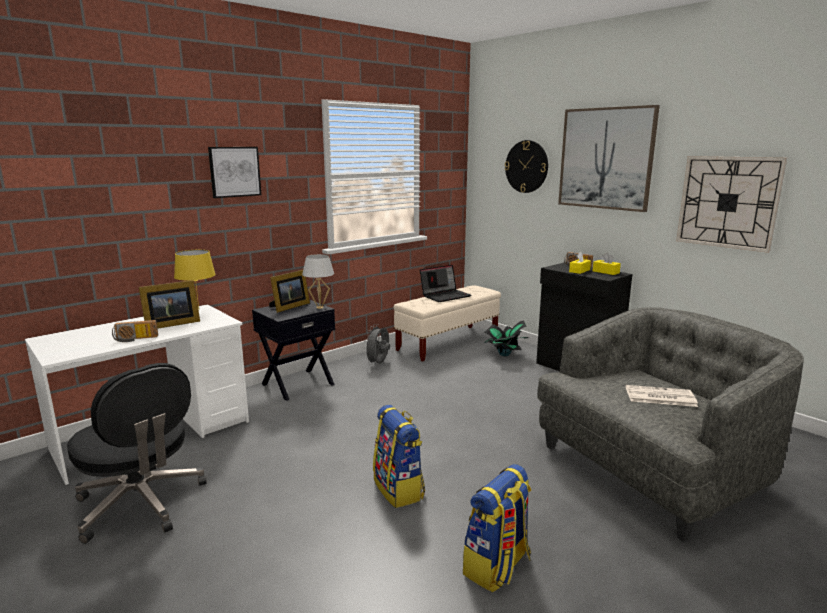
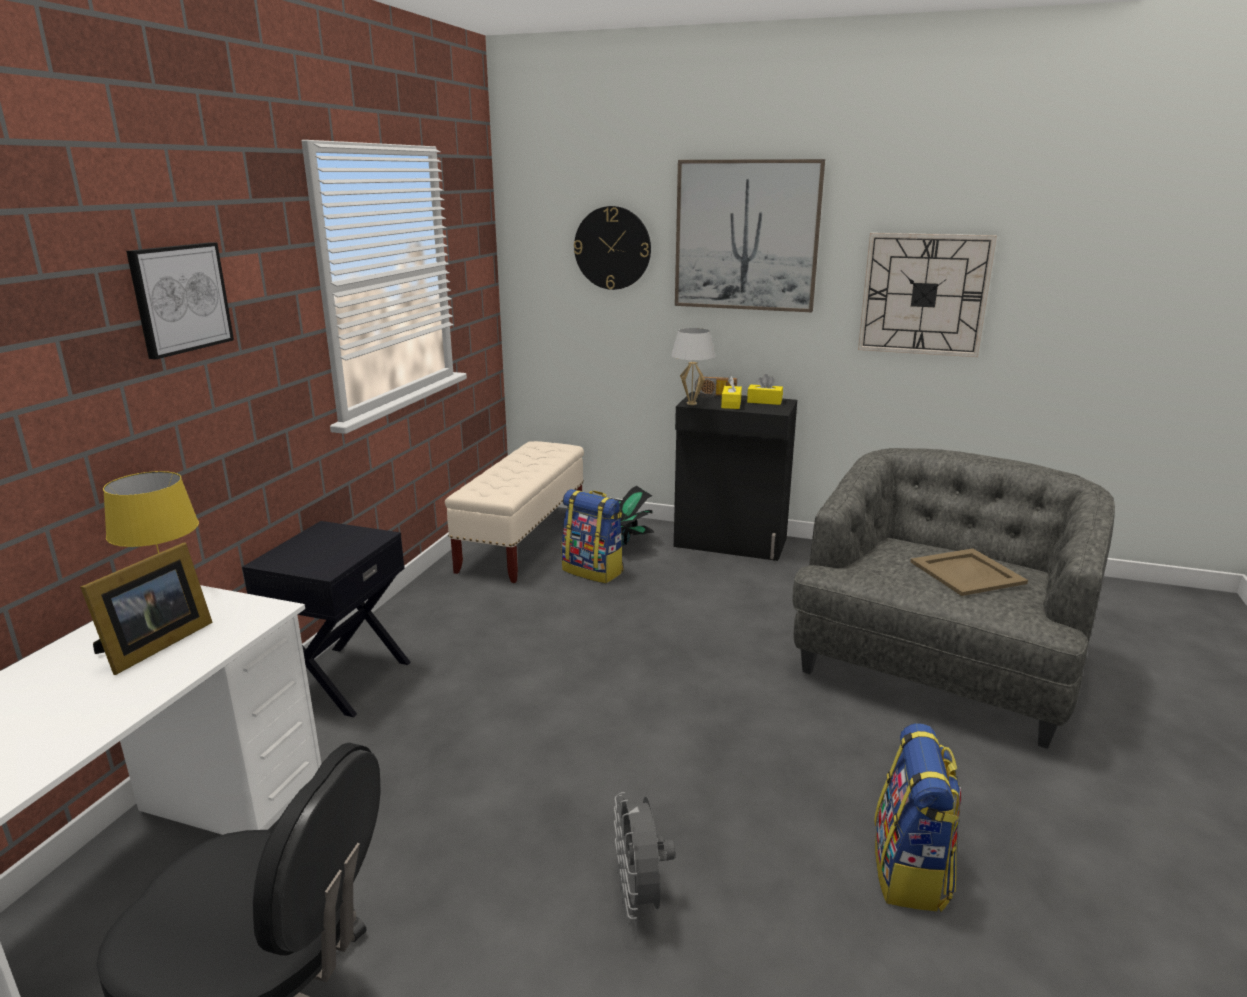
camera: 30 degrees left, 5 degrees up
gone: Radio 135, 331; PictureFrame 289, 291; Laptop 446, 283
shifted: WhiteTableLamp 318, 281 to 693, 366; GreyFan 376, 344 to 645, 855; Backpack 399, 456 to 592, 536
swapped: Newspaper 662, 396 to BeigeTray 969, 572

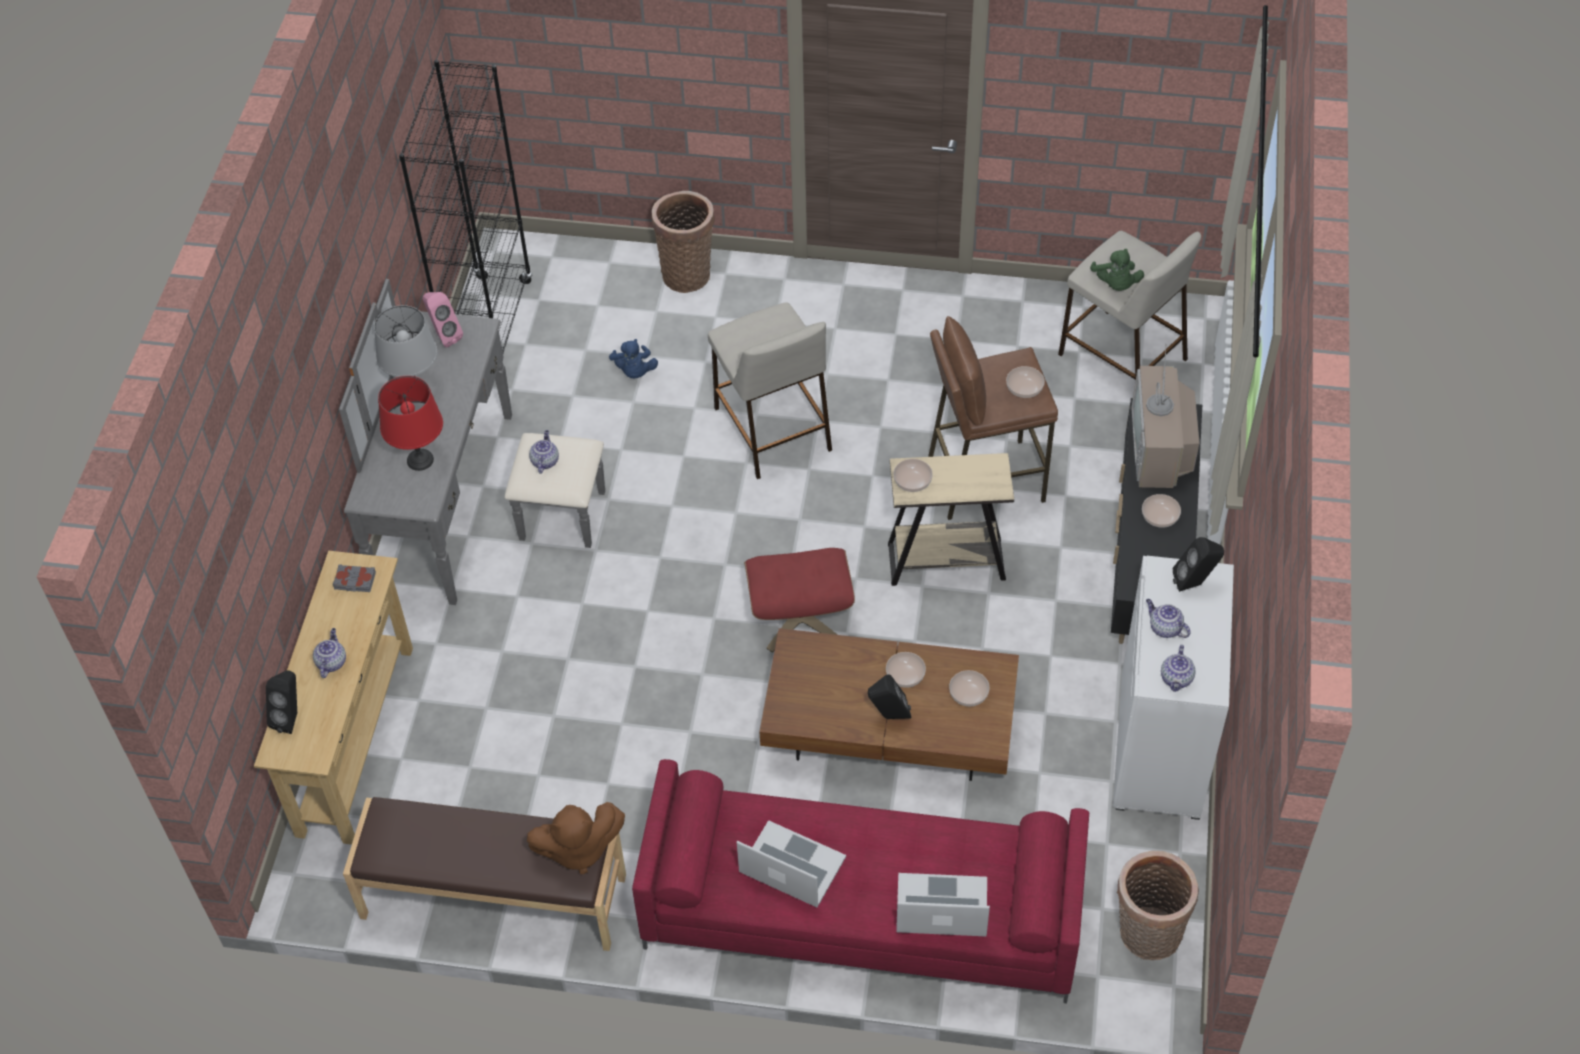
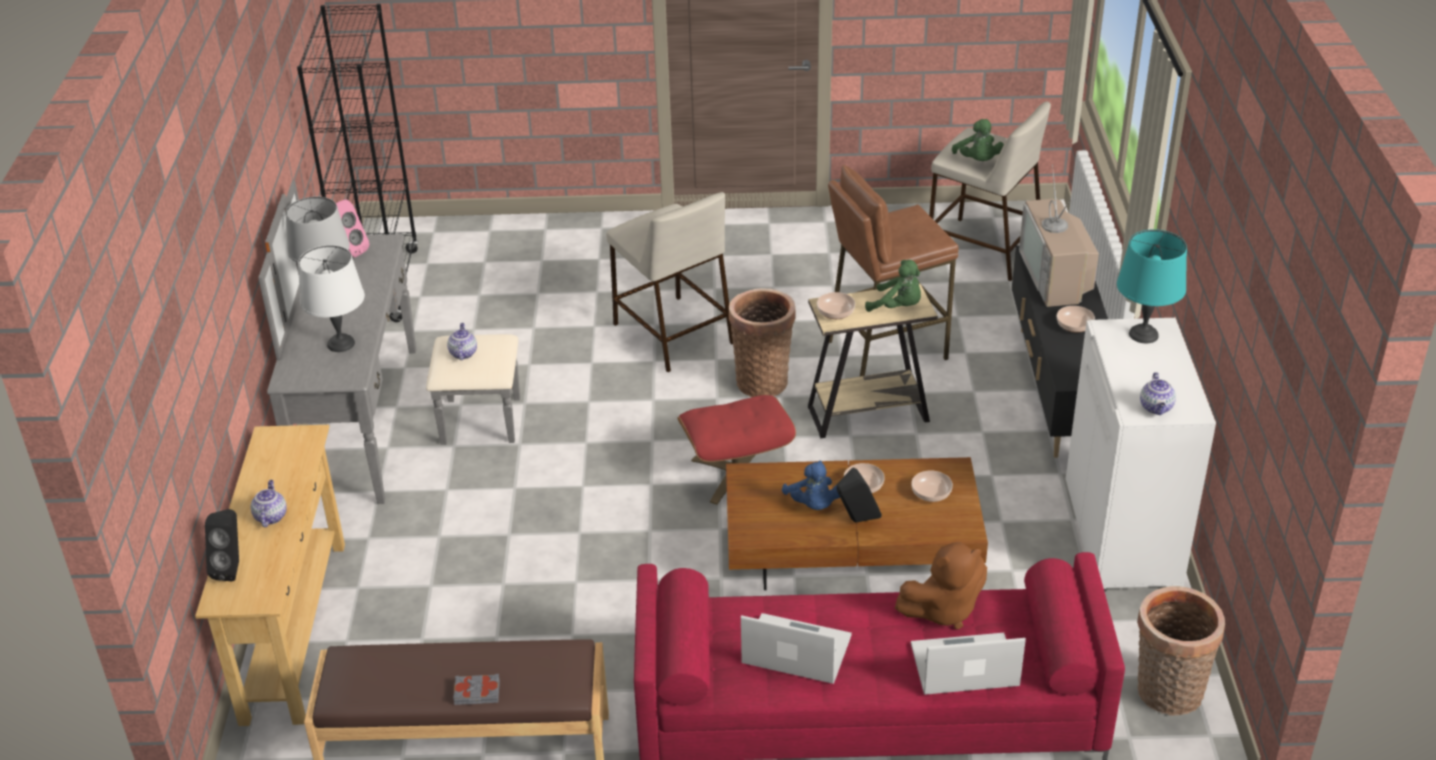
camera: 10 degrees left, 15 degrees down
gone: Bowl 1025, 382; Teapot 1168, 618
new: GreenPlushToy 893, 286
shifted: GreyBook 354, 578 to 476, 689; BrownPlushToy 576, 838 to 941, 586; BluePlushToy 633, 358 to 811, 485; Basket 683, 242 to 762, 342
swapped: BlackSpeaker 1198, 564 to TurquoiseTableLamp 1152, 286
repainted: RedTableLamp 410, 423 to WhiteTableLamp 331, 298

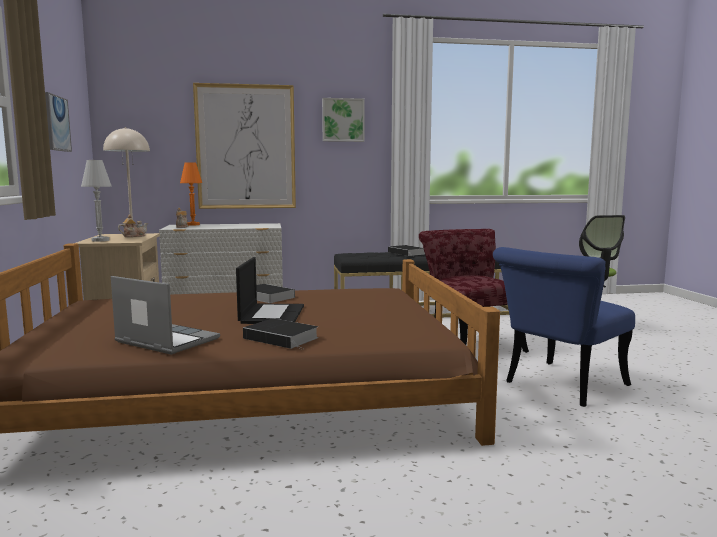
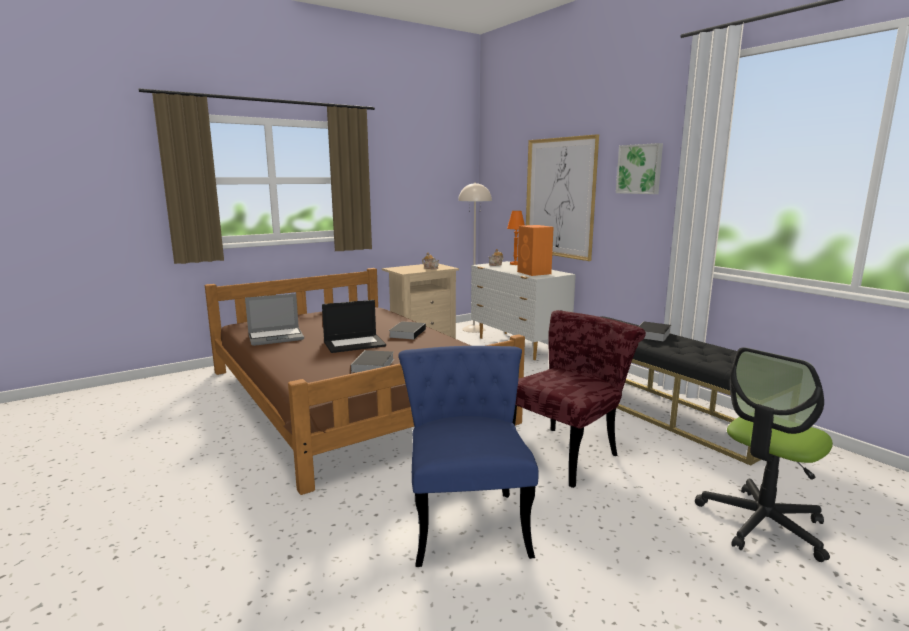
camera: 65 degrees right, 5 degrees up
gone: Picture 58, 122; WhiteTableLamp 96, 201
new: OrangeSpeaker 535, 250
shifted: Book 280, 334 to 372, 362
rotated: Laptop 165, 315 = 274, 319 60 degrees clockwise; BlueChair 564, 327 = 469, 456 60 degrees clockwise

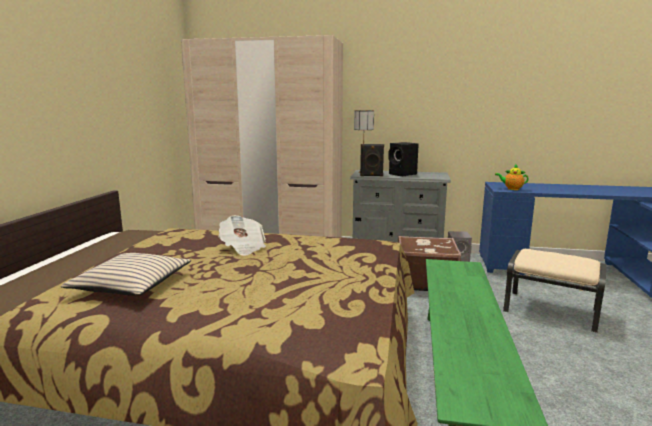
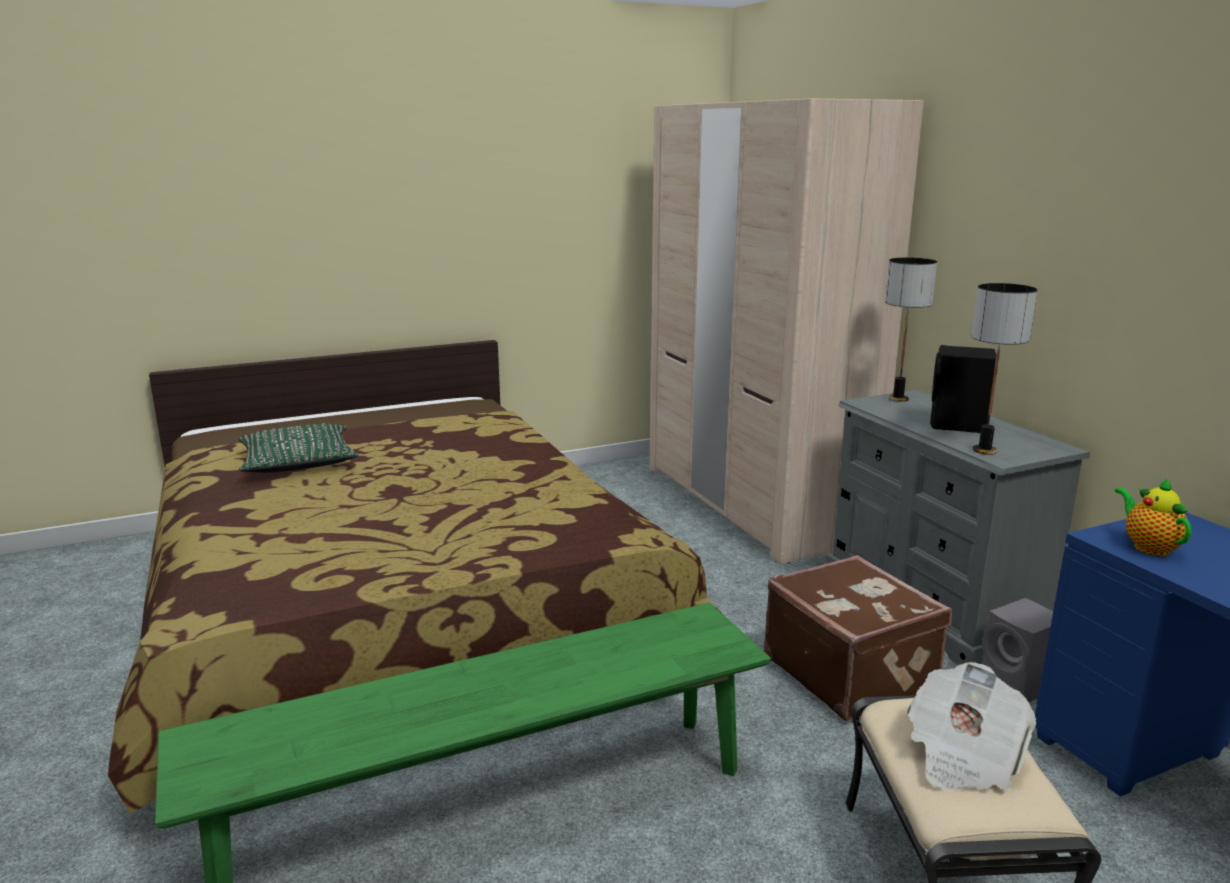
camera: 55 degrees right, 5 degrees up
gone: BlackSpeaker 372, 160
new: TableLamp 1005, 369
shifted: Newspaper 242, 235 to 972, 726
repainted: BeigePillow 126, 274 to GreenPillow 299, 448

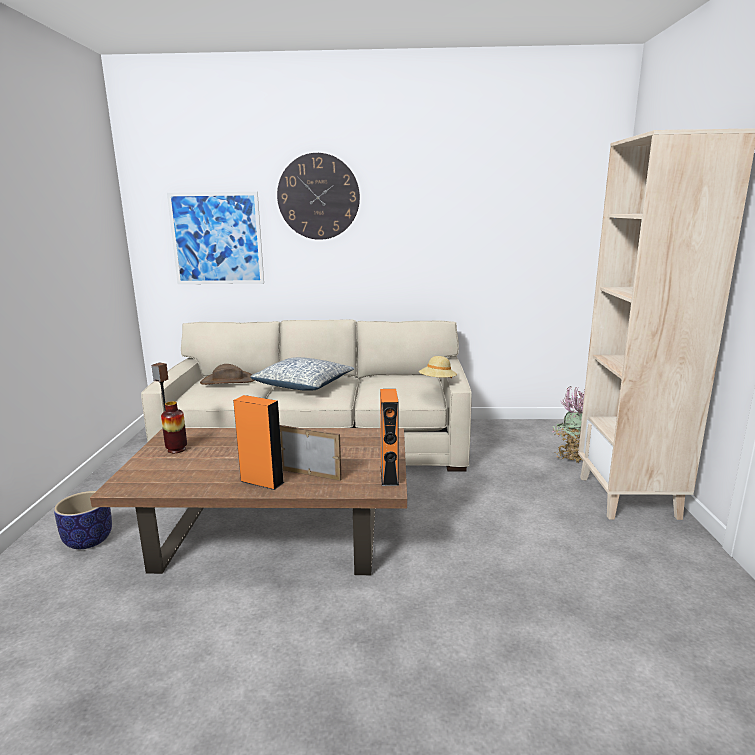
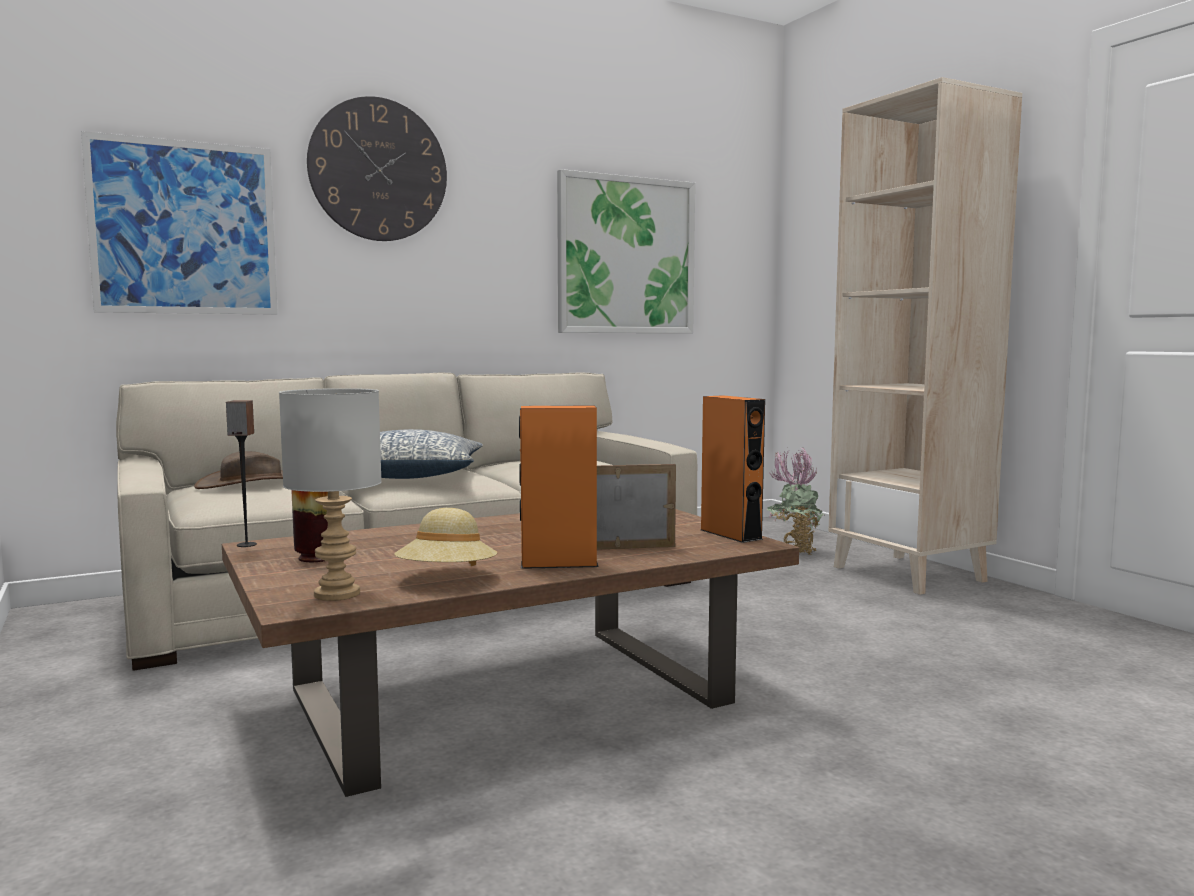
camera: 30 degrees left, 10 degrees down
gone: Planter 83, 520
new: GreyTableLamp 330, 494; Picture 626, 251
shifted: BeigeHat 438, 367 to 445, 537

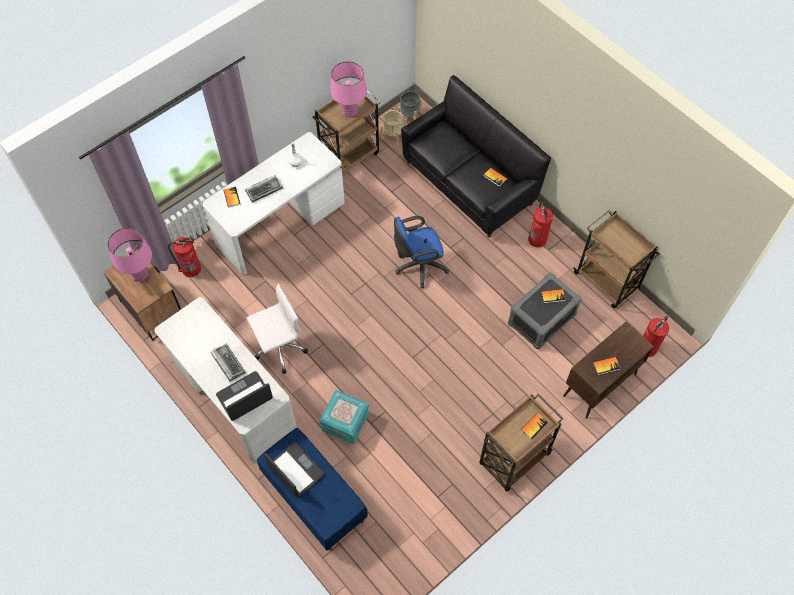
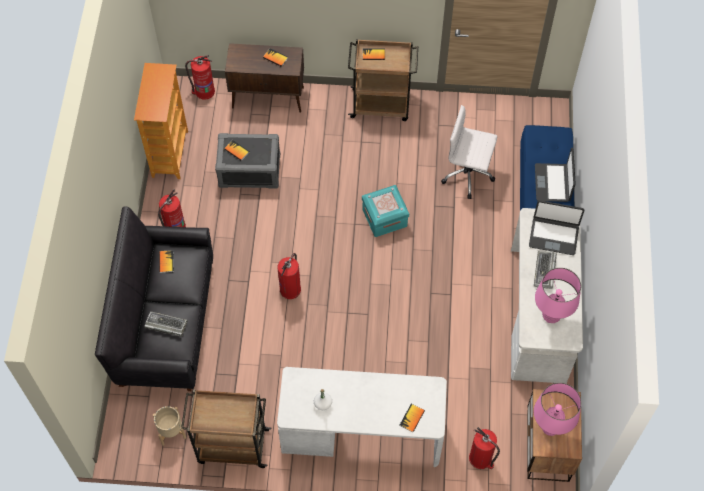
camera: 135 degrees left, 0 degrees up
gone: GreyPlanter 410, 105
shifted: Keyboard 264, 189 to 166, 324; WhiteOfficeChair 277, 329 to 469, 152; TurquoiseStorageBox 344, 417 to 385, 211; PinkTableLamp 348, 89 to 558, 295
swapped: BlueOfficeChair 421, 252 to FireExtinguisher 289, 276; BrownCart 616, 259 to Bookcase 161, 121

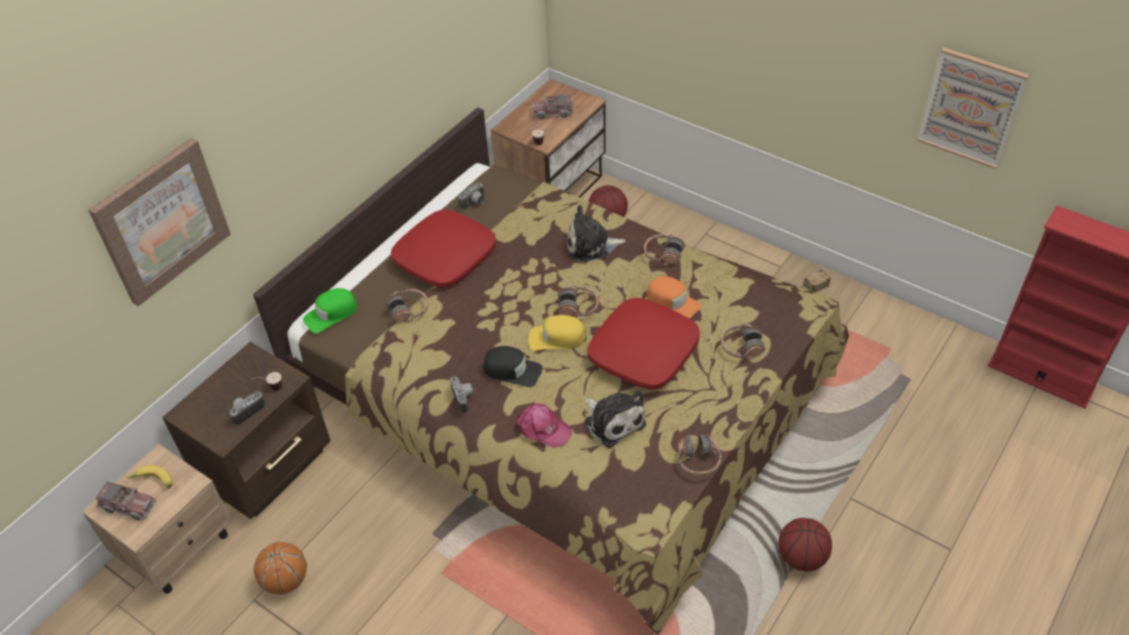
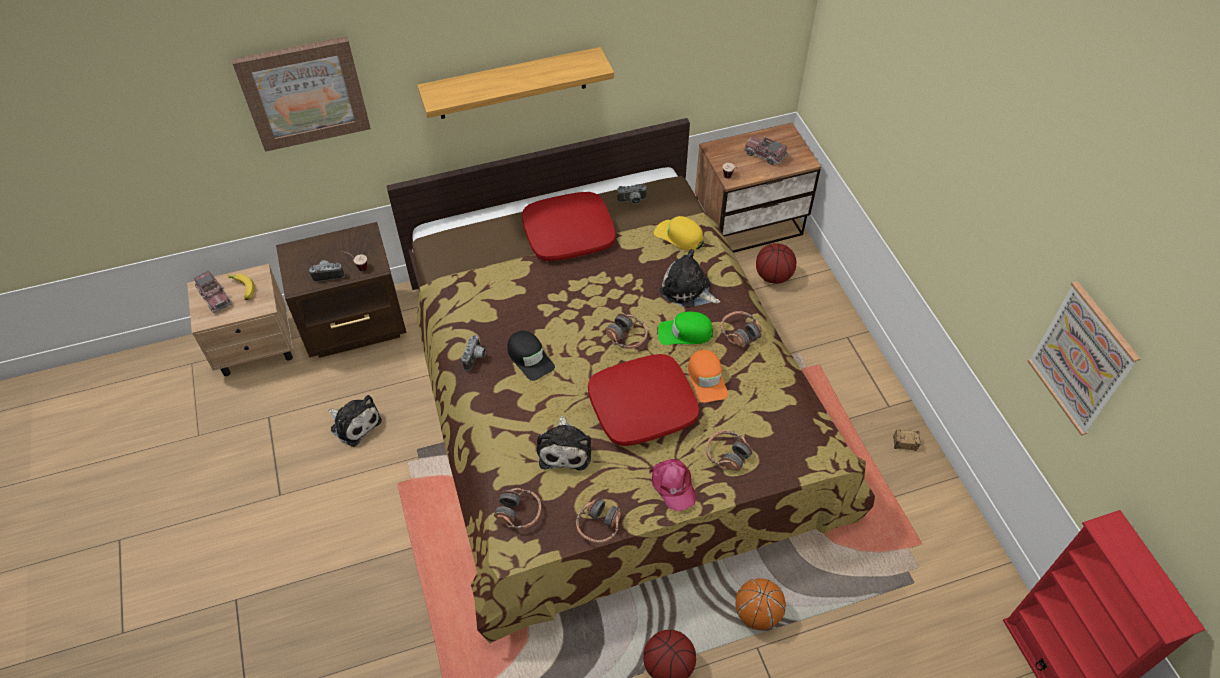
camera: 35 degrees right, 5 degrees up
new: PlushToy 355, 421; Shelf 515, 83
shifted: Basketball 280, 568 to 761, 604; GreenCap 330, 310 to 685, 328; Headphones 407, 305 to 517, 508; PinkCap 543, 426 to 673, 485; YellowCap 557, 333 to 679, 233

